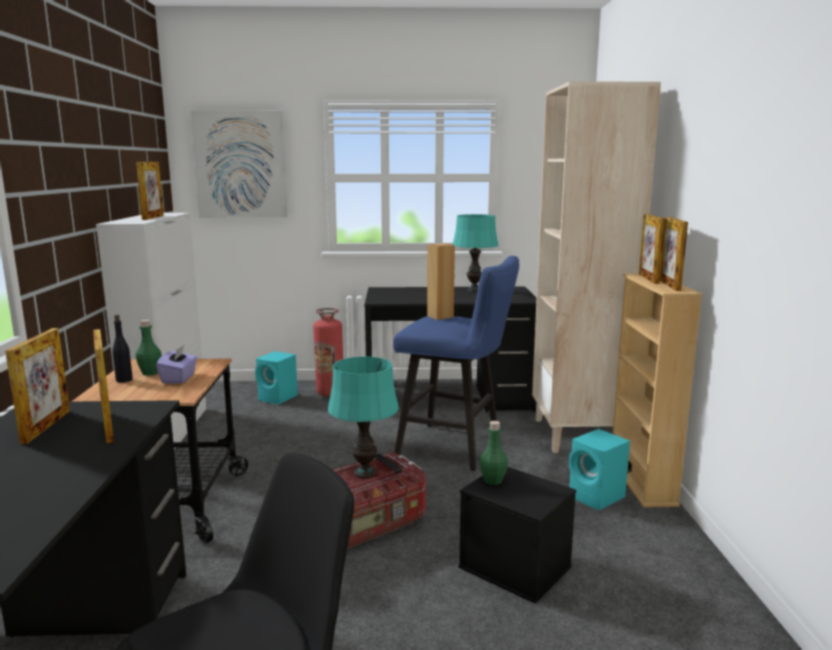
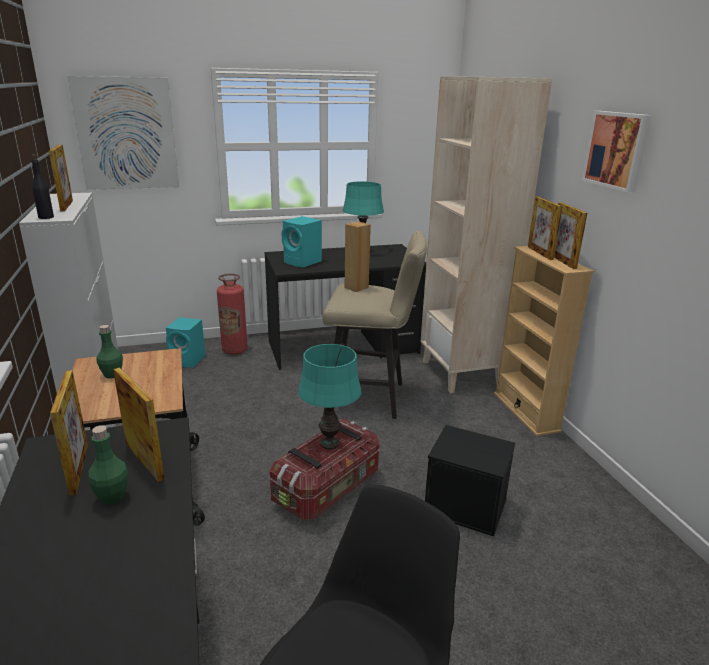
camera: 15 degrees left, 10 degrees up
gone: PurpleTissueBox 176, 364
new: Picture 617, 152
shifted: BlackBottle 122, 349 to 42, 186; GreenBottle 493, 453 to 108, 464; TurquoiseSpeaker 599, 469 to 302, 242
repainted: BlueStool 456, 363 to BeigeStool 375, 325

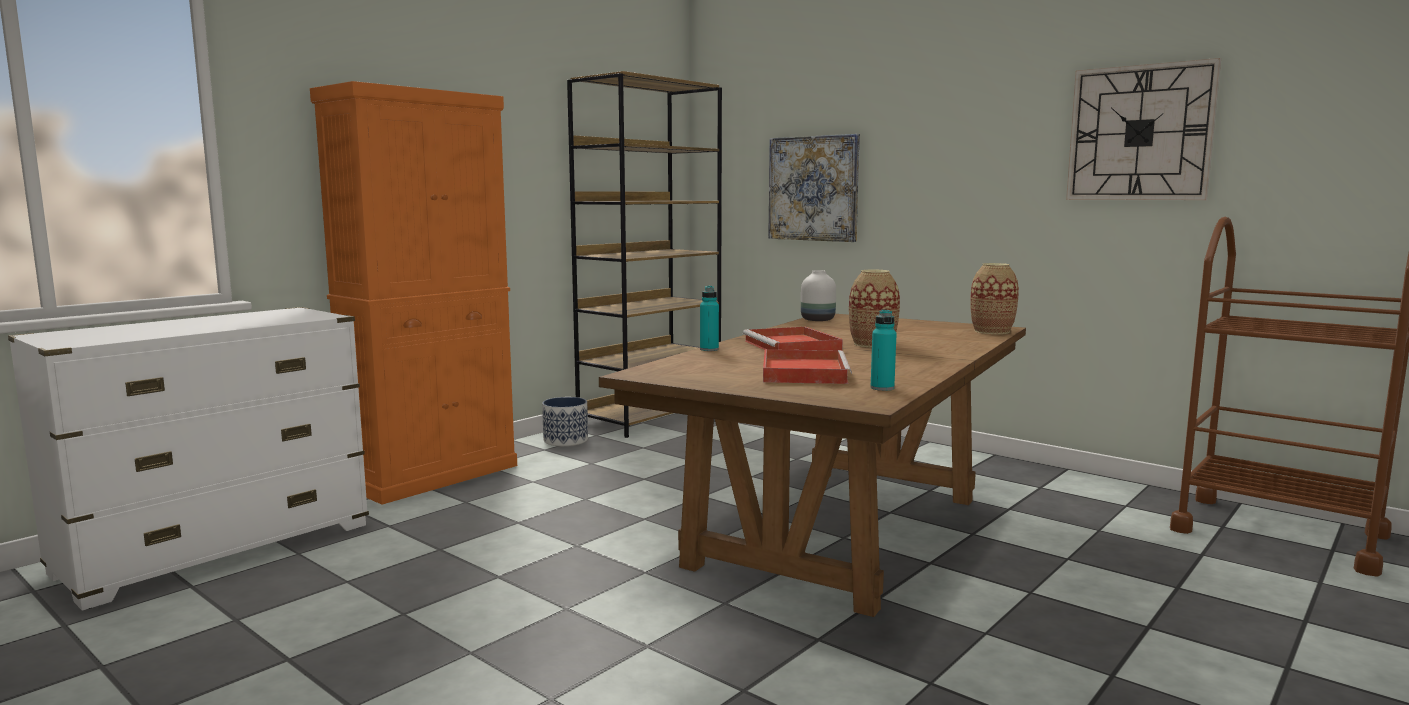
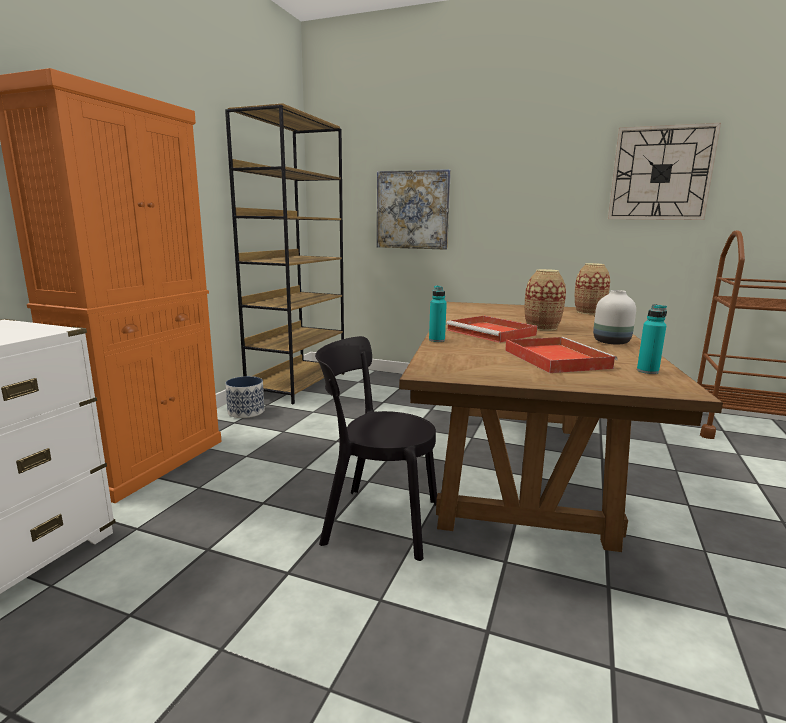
camera: 20 degrees left, 5 degrees up
new: BlackChair 376, 448
shifted: WhiteVase 818, 295 to 614, 317

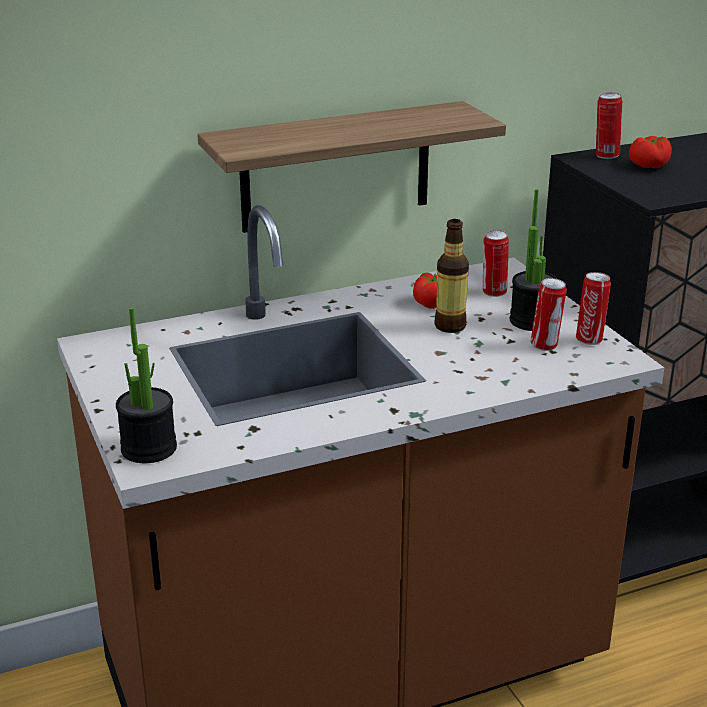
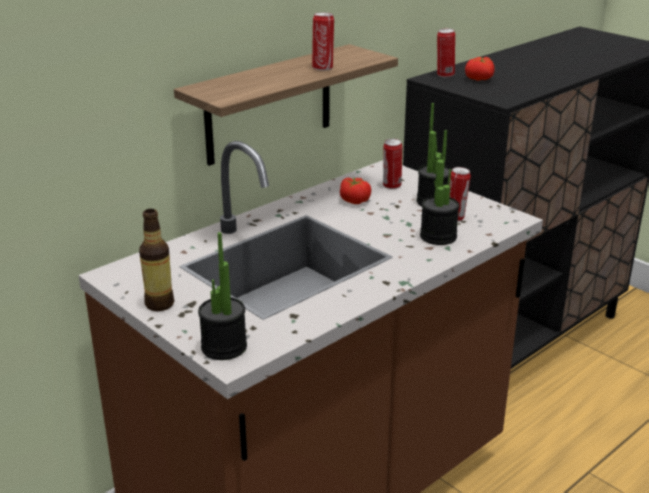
camera: 20 degrees left, 0 degrees up
new: PottedPlant 440, 187
shifted: Bottle 451, 276 to 156, 260; Can 593, 308 to 323, 41

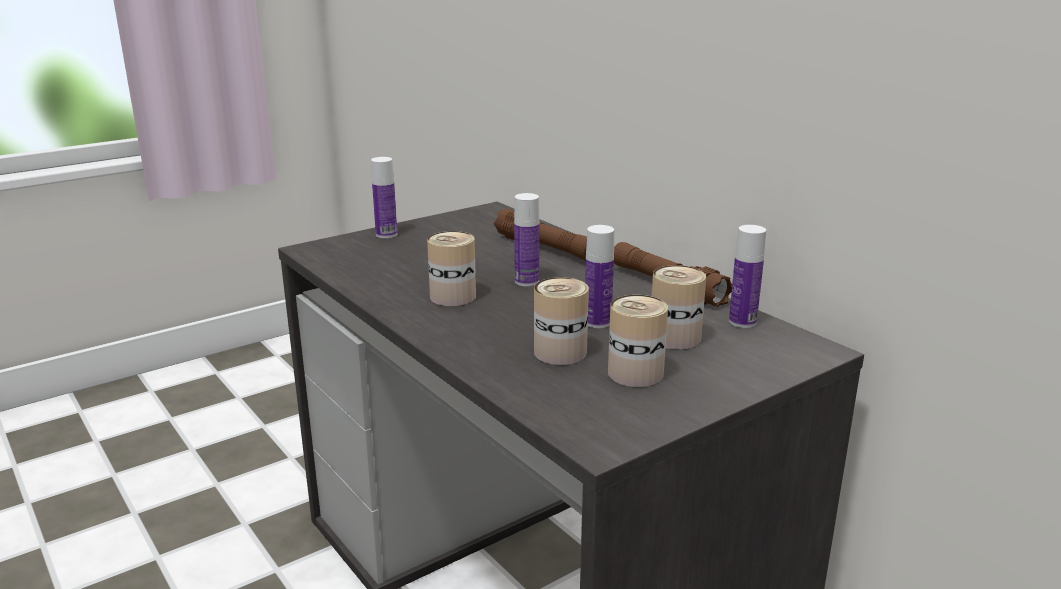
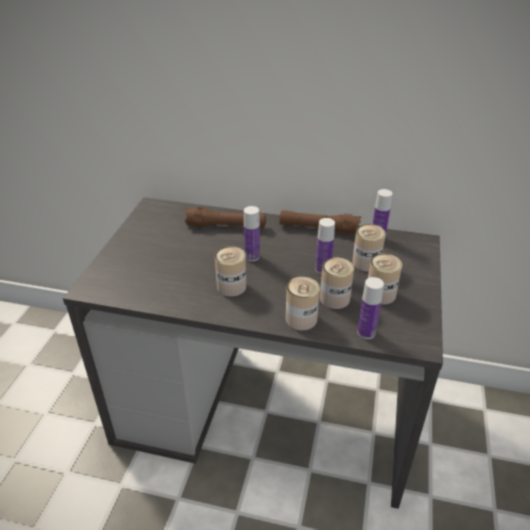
camera: 40 degrees left, 15 degrees up
new: Can 303, 303
shifted: Bottle 384, 197 to 370, 308

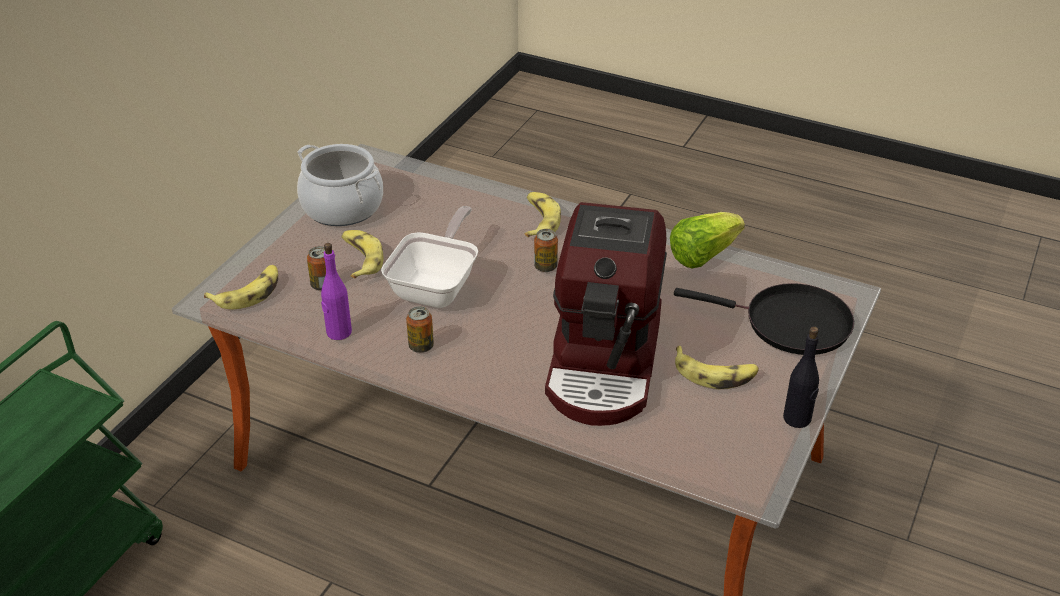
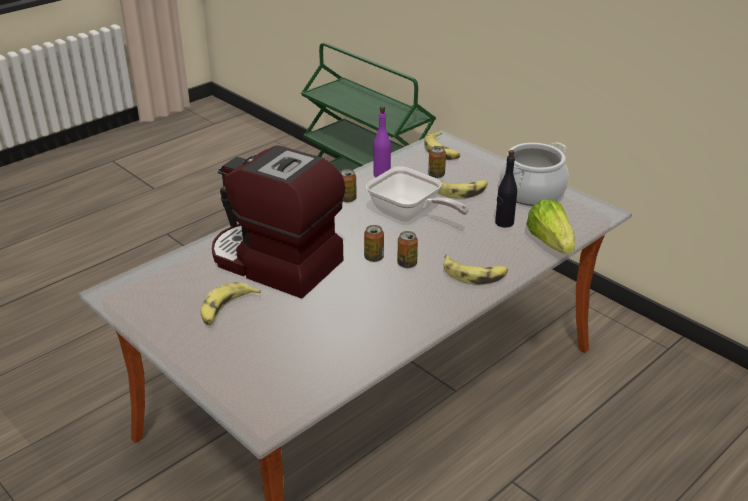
camera: 110 degrees right, 5 degrees down
gone: BlackFryingPan 764, 319
new: Can 374, 243
shifted: Lettuce 707, 240 to 550, 226; BlackBottle 801, 377 to 506, 189

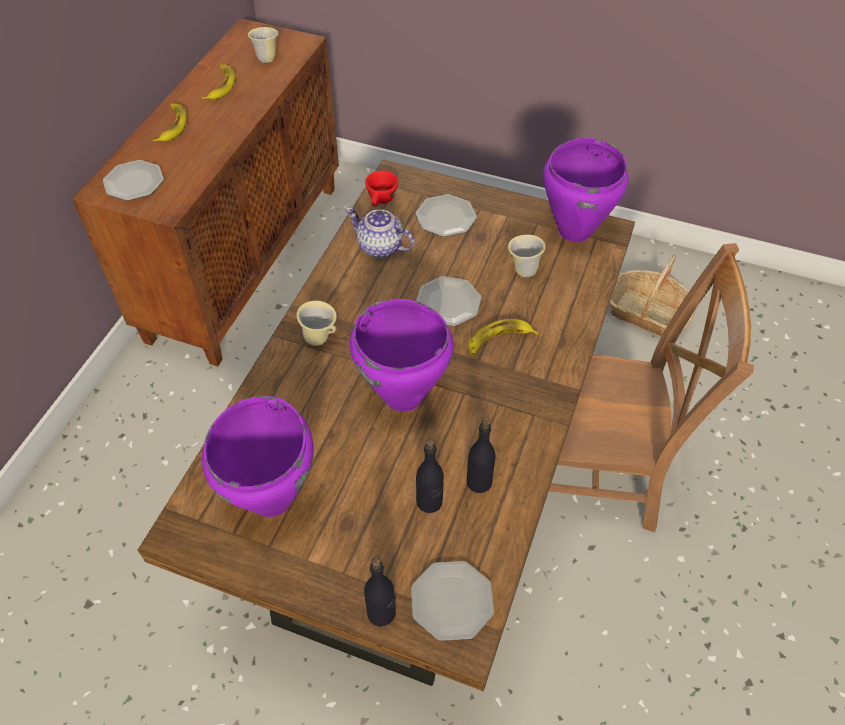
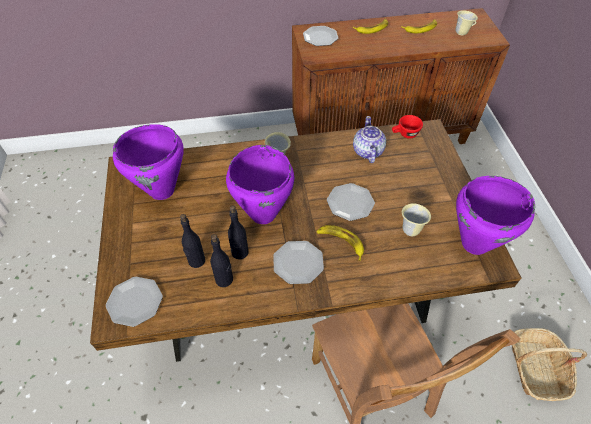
camera: 60 degrees right, 0 degrees up
shifted: BlackBottle 380, 592 to 238, 232; Plate 446, 215 to 298, 262

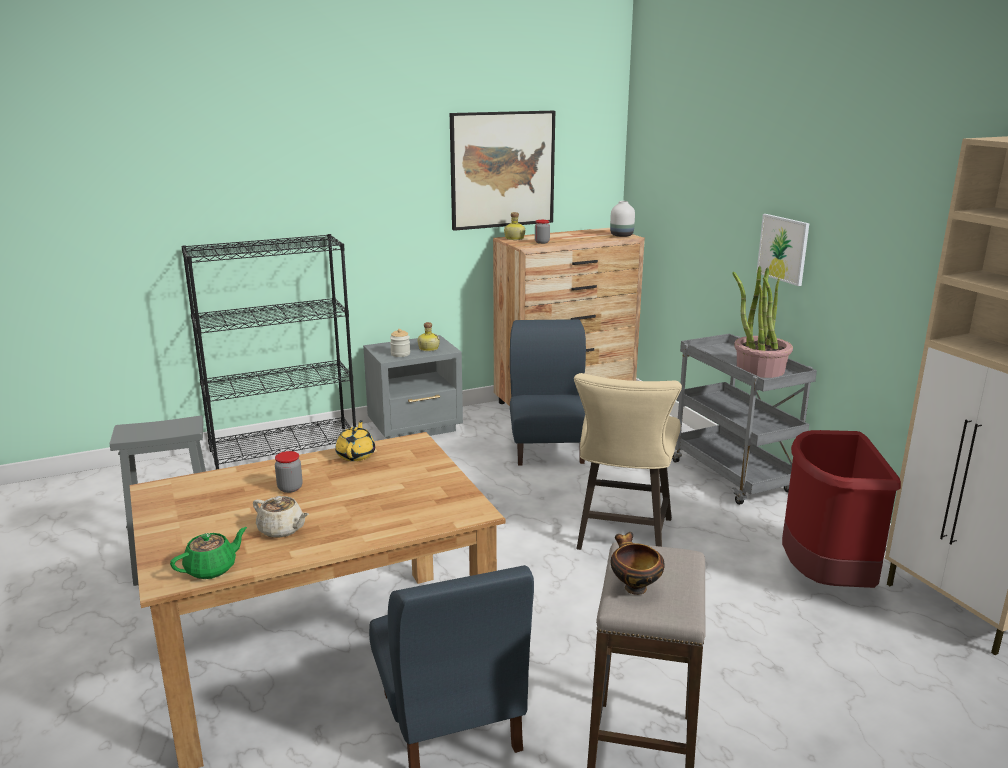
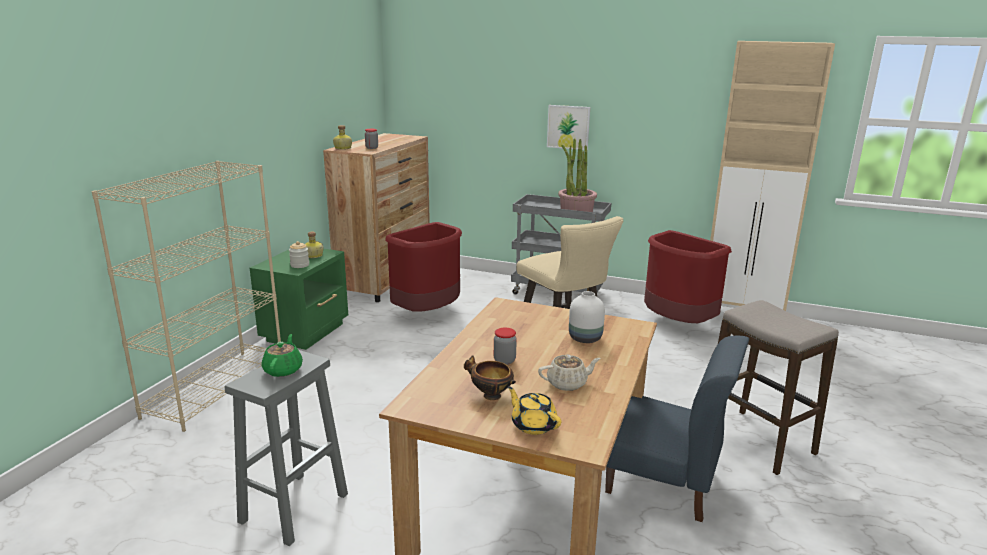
camera: 45 degrees left, 0 degrees up
gone: Picture 502, 171
shifted: GreenTeapot 208, 553 to 282, 355; YellowTeapot 355, 440 to 534, 410; WhiteVase 622, 219 to 587, 317; Bowl 638, 563 to 490, 377
swapped: BlueChair 548, 392 to RedTrashCan 423, 267
repainted: BlackBookcase 268, 352 to BeigeBookcase 186, 296; GreyNightstand 413, 387 to GreenNightstand 299, 299

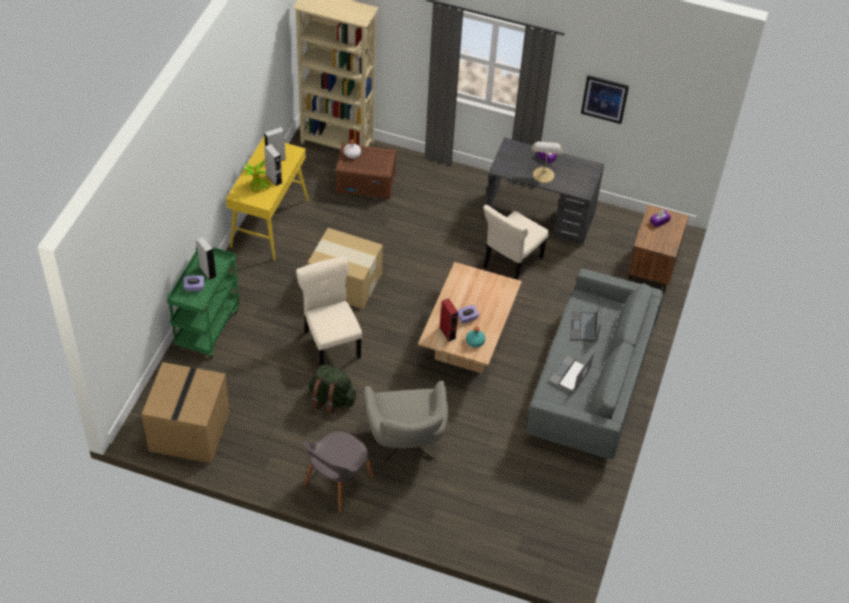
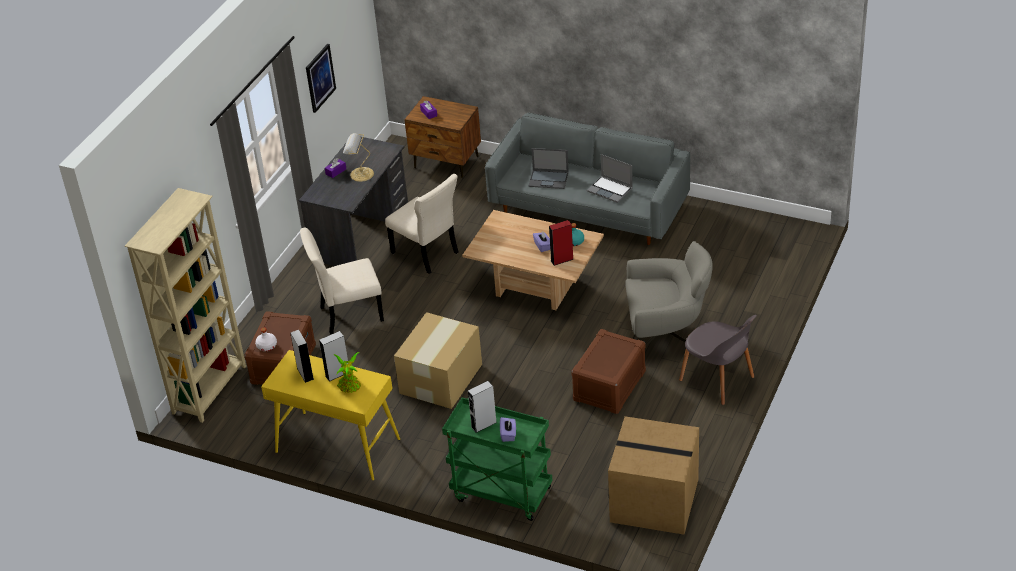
camera: 80 degrees left, 10 degrees down
shifted: BeigeChair 329, 311 to 342, 280
swapped: GreenBackpack 332, 389 to BrownStorageBox 608, 371

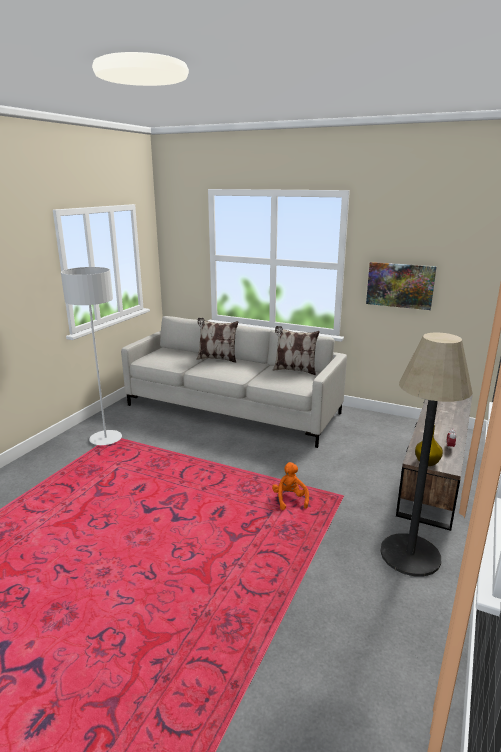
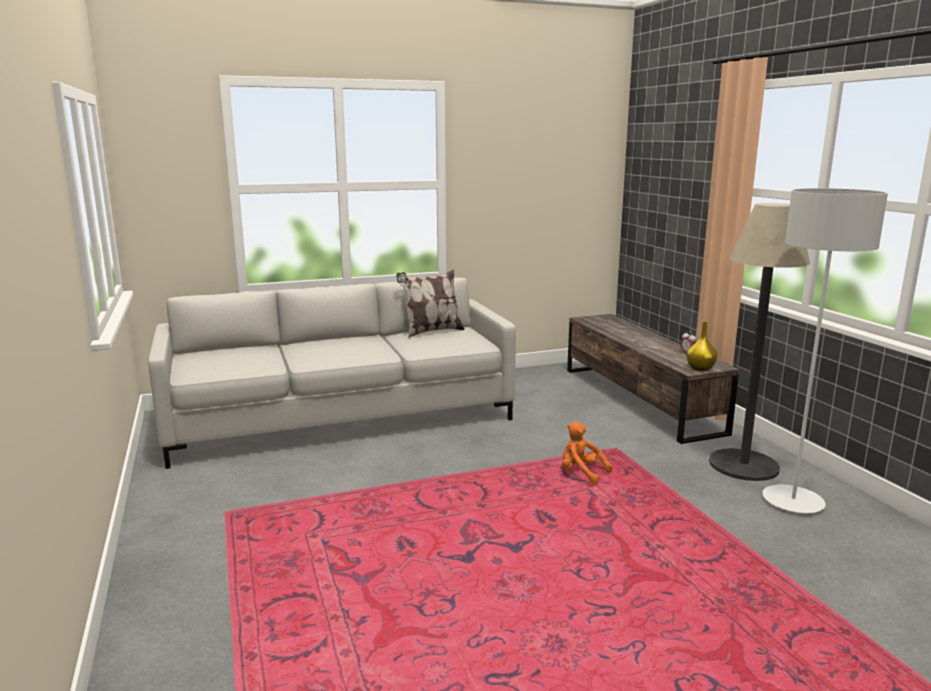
camera: 45 degrees left, 5 degrees down
gone: Pillow 217, 340; Picture 401, 286
shifted: GreyFloorLamp 91, 356 to 825, 350

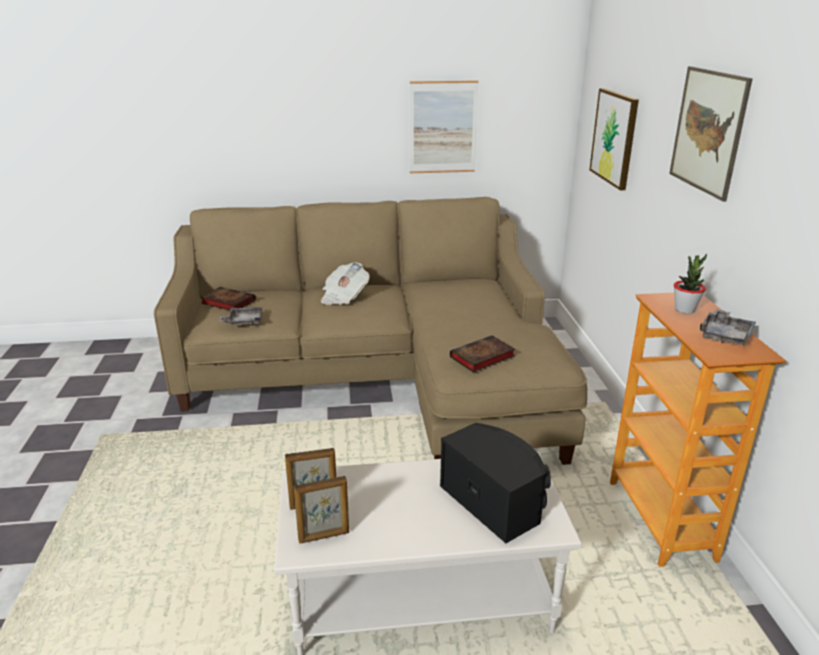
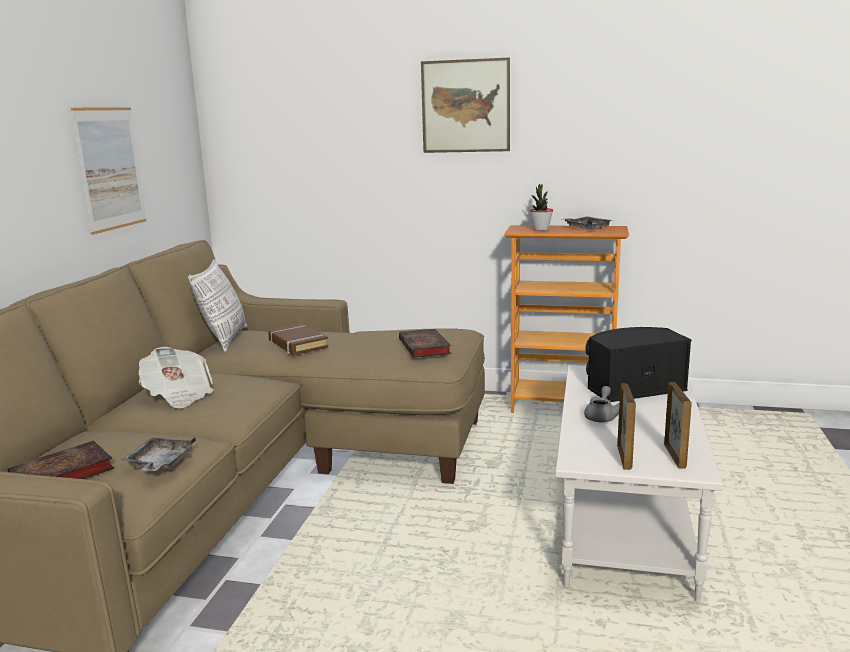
camera: 70 degrees left, 10 degrees down
gone: Picture 614, 139
new: Pillow 217, 305; BrownBook 298, 339; GreyTeapot 601, 404

